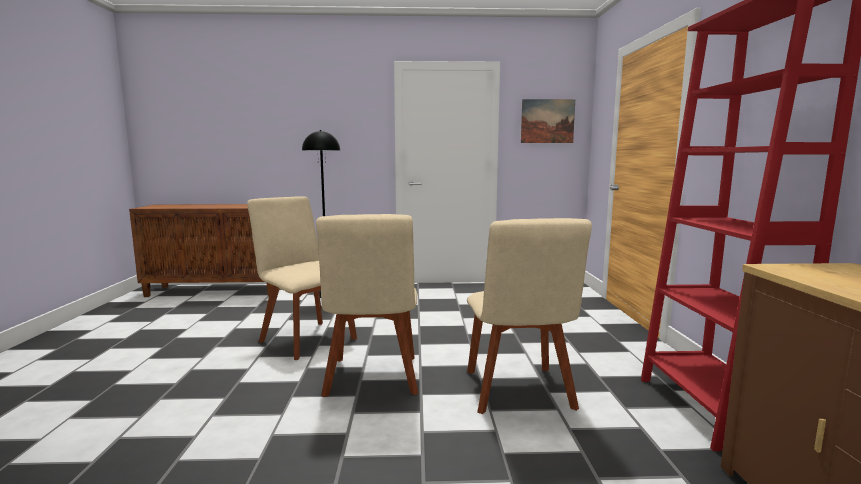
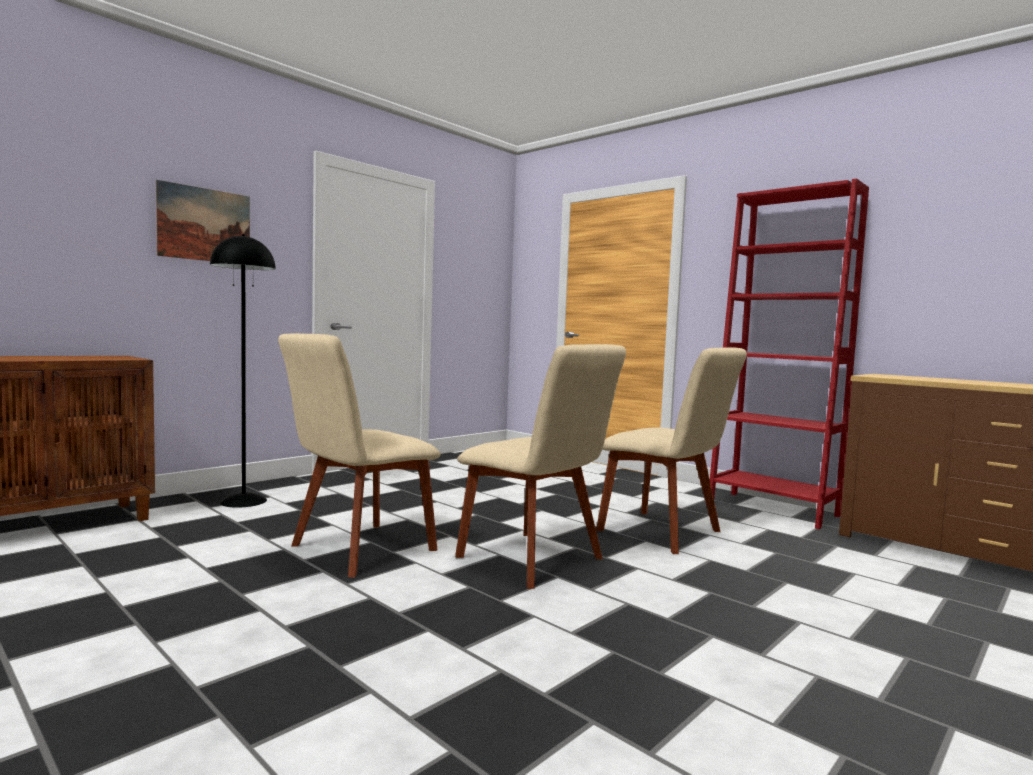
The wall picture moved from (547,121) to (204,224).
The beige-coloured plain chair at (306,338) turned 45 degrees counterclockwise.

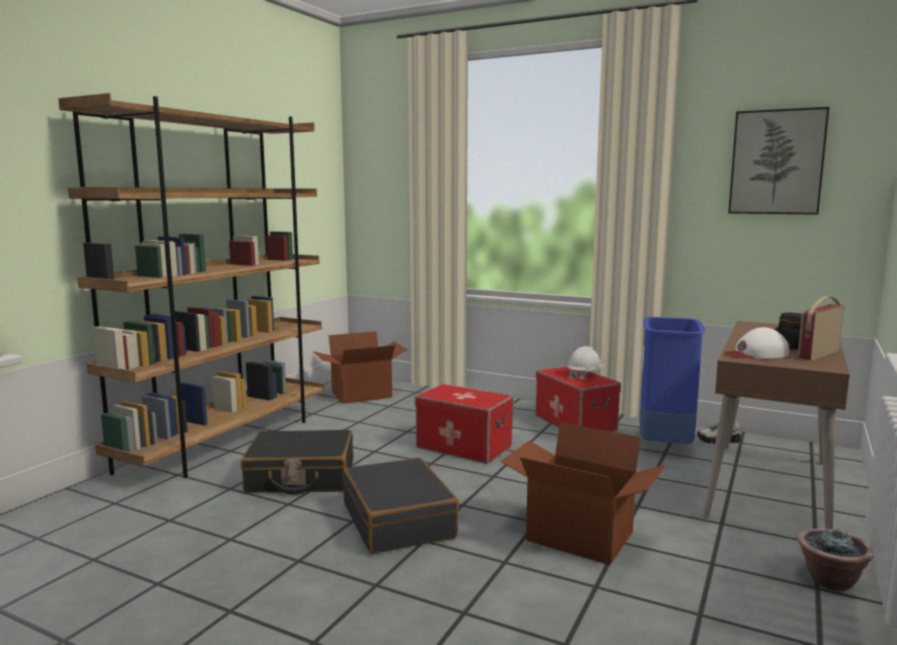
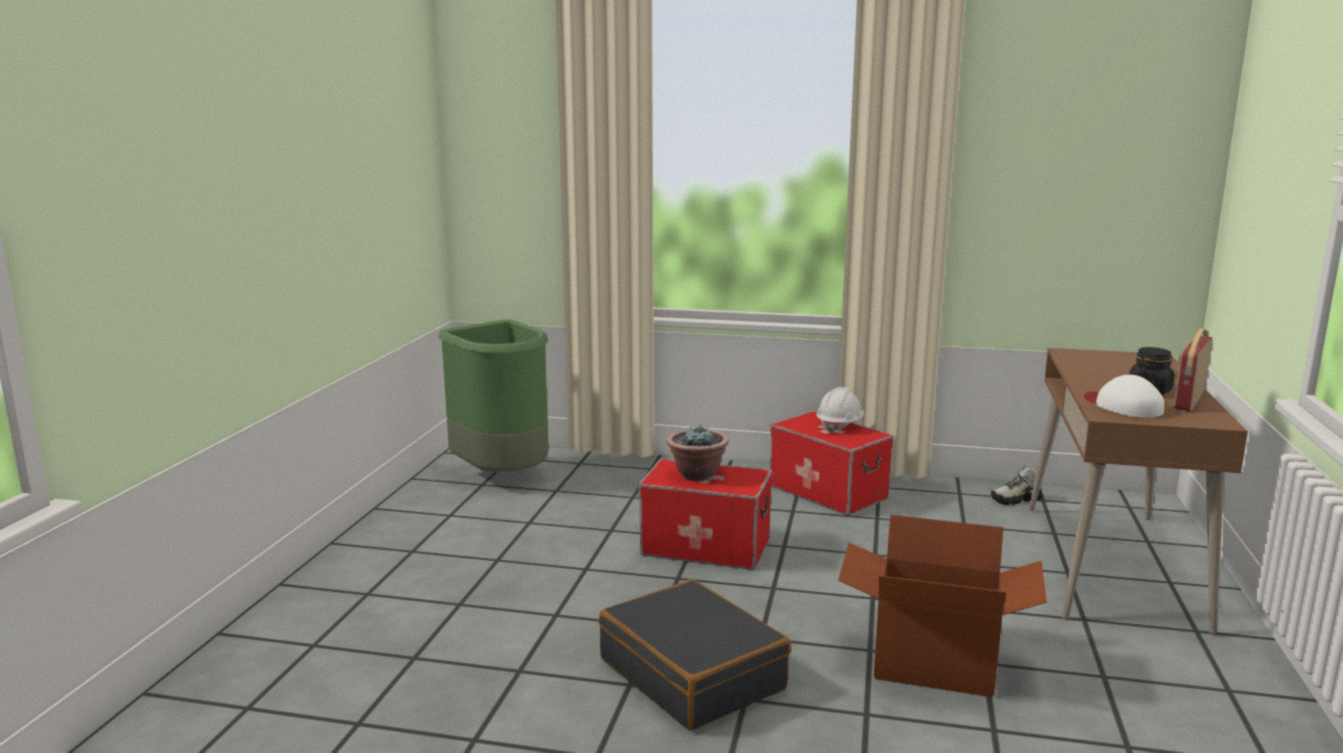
The brown-coloured bookcase at (227,441) disappeared.
The wall picture at (776,162) disappeared.
The bluish waste bin at (665,446) disappeared.
The whitish baseball cap at (756,354) turned 90 degrees clockwise.
The cardboard box at (361,395) was replaced by the greenish waste bin at (503,476).
The blackish piece of luggage at (301,477) disappeared.
The houseplant moved from (830,581) to (697,475).

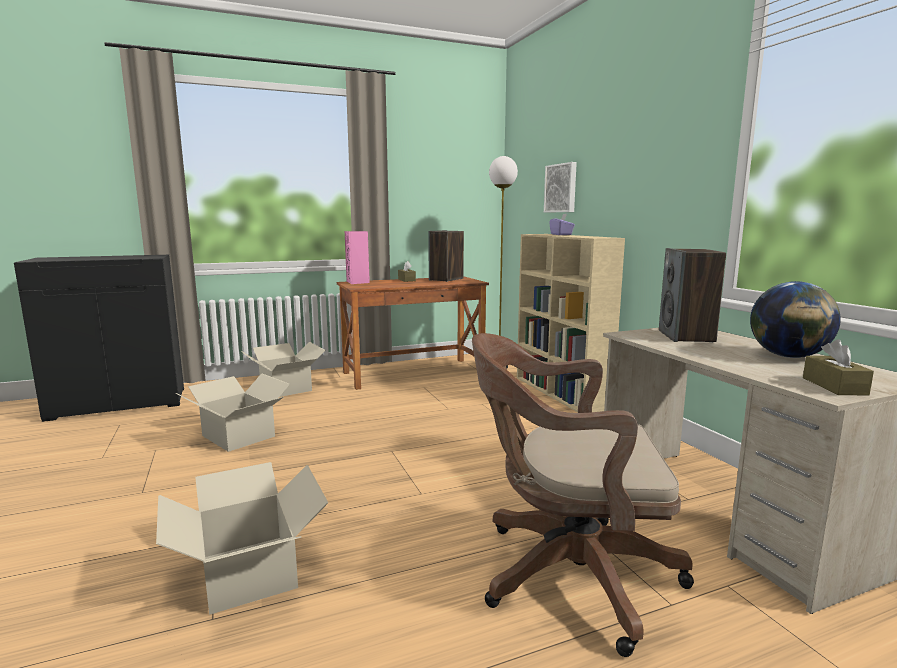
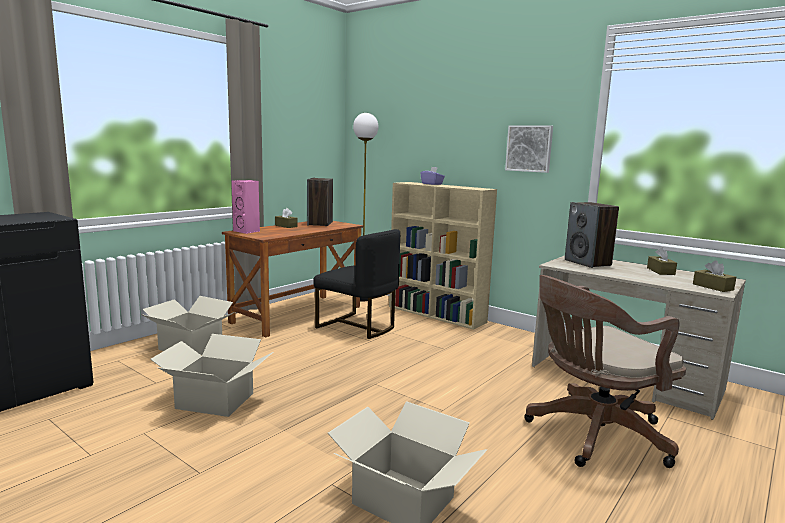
The wall picture moved from (561,188) to (529,148).
The world globe at (788,356) was replaced by the brown-coloured tissue holder at (660,271).
The blackish plain chair at (358,326) appeared.

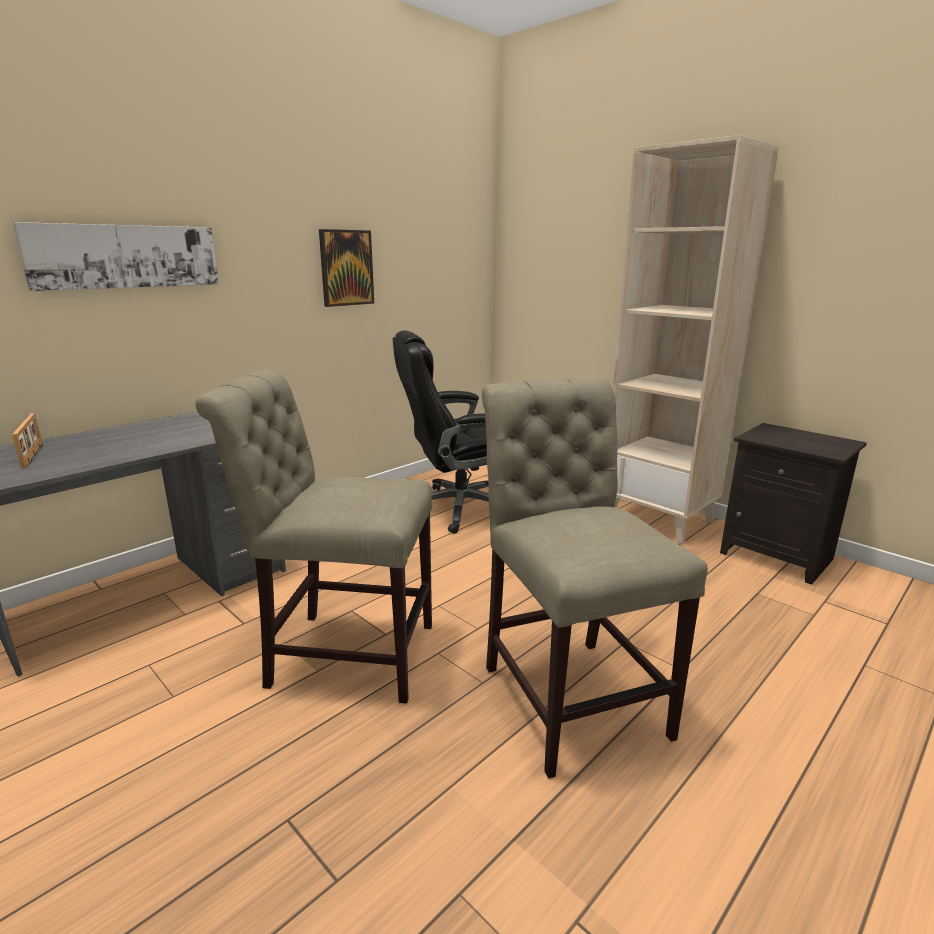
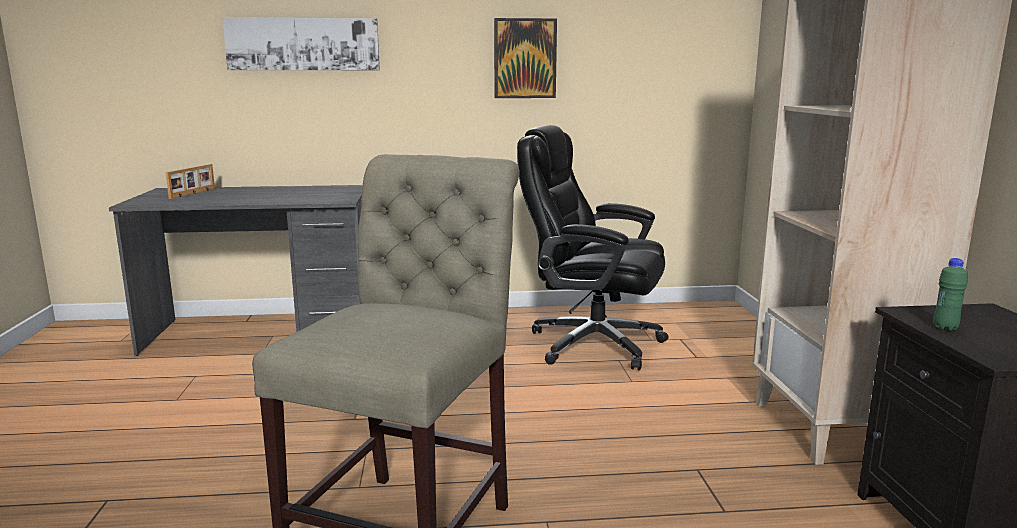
The beige-coloured plain chair at (343,653) disappeared.
The greenish beverage bottle at (945,328) appeared.

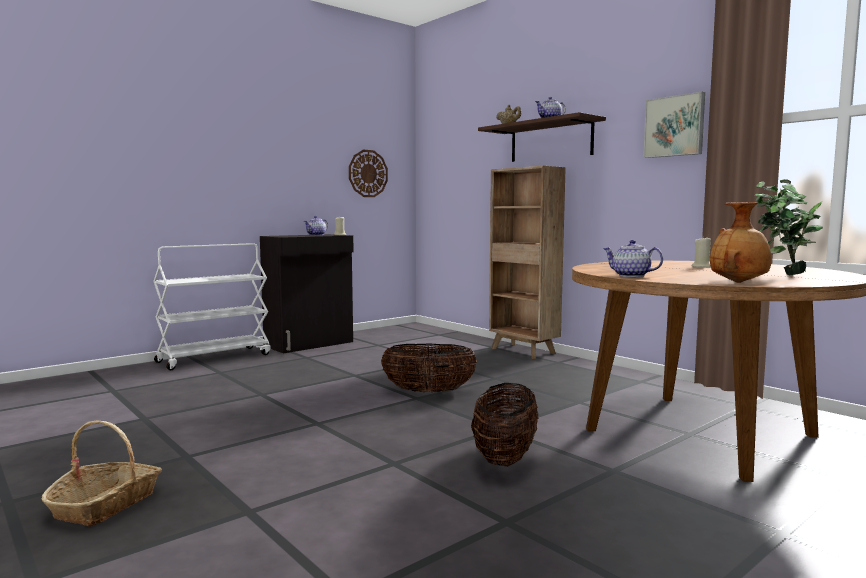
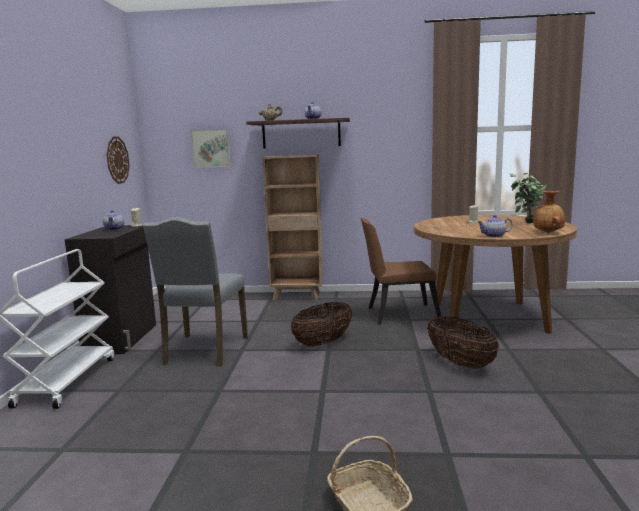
The wall picture moved from (674,126) to (211,148).
The greyish plain chair at (204,351) appeared.
The brown-coloured plain chair at (397,314) appeared.

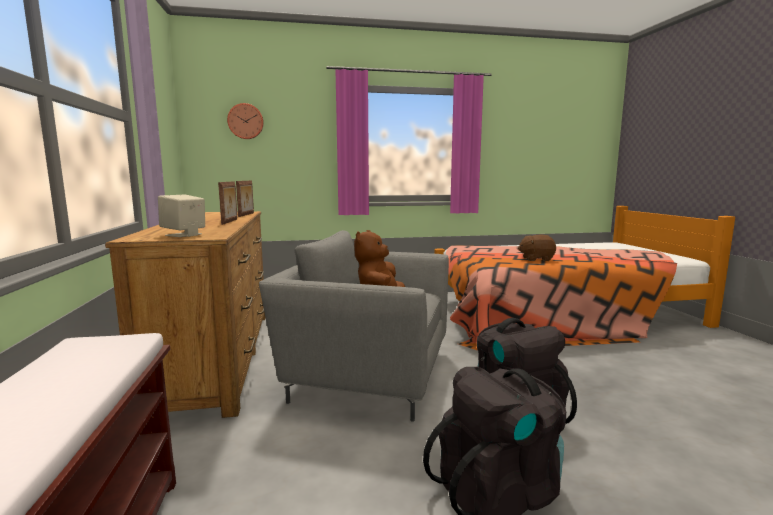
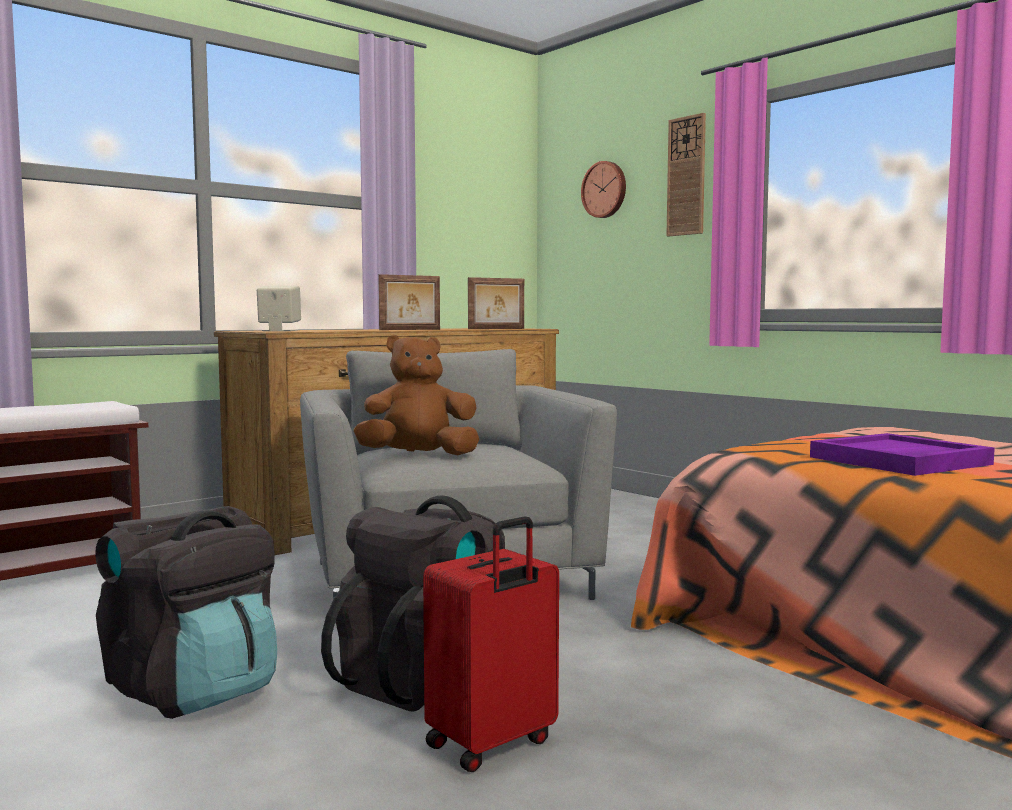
The brown-coloured cuddly toy at (536,259) was replaced by the purple serving tray at (899,461).
The wall clock at (686,176) appeared.
The red piece of luggage at (492,744) appeared.

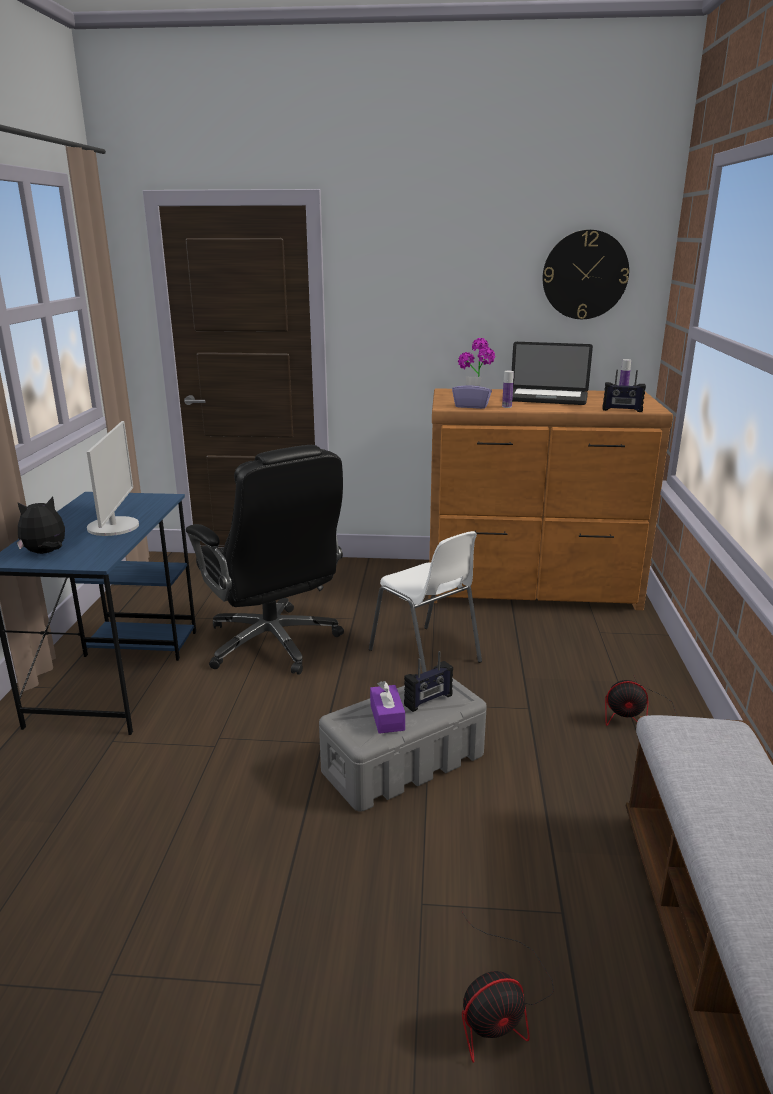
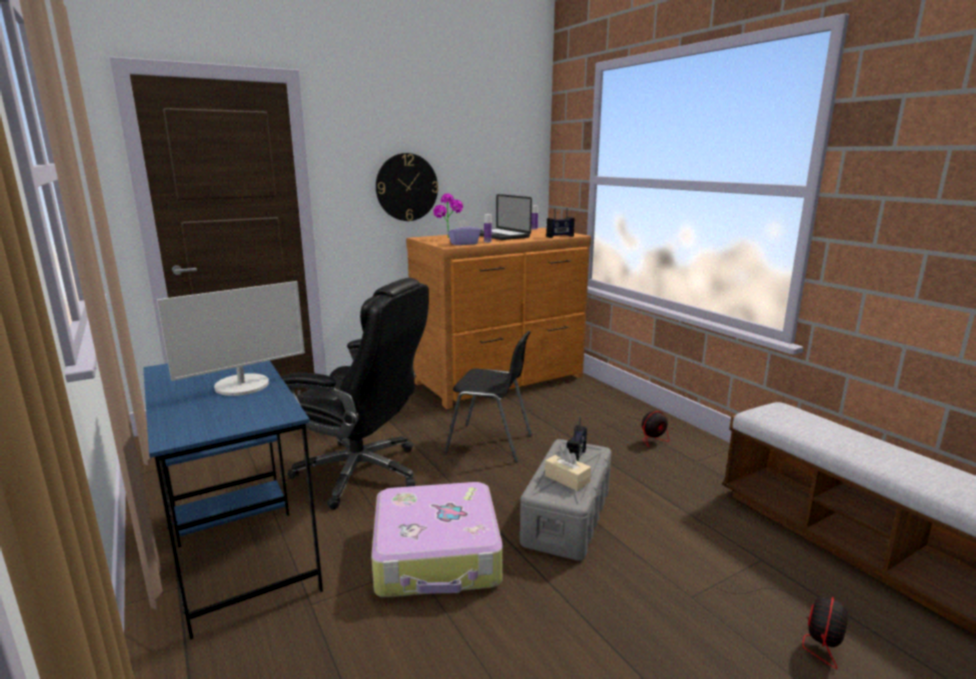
The wall clock moved from (585,275) to (406,187).
The notebook computer at (546,398) turned 75 degrees clockwise.
The computer screen at (114,527) turned 90 degrees clockwise.
The cuddly toy at (46,553) disappeared.
The whitish plain chair at (425,656) became the blackish plain chair at (490,443).
The purple tissue holder at (387,717) became the beige-coloured tissue holder at (567,479).
The piece of luggage at (438,555) appeared.

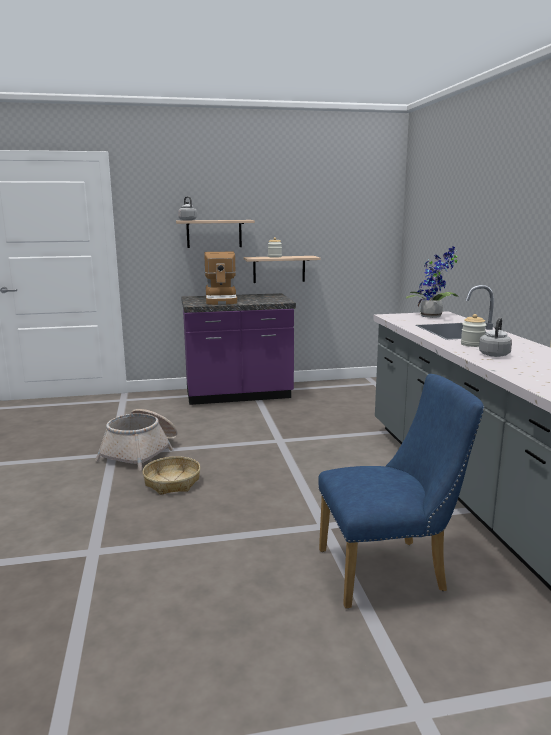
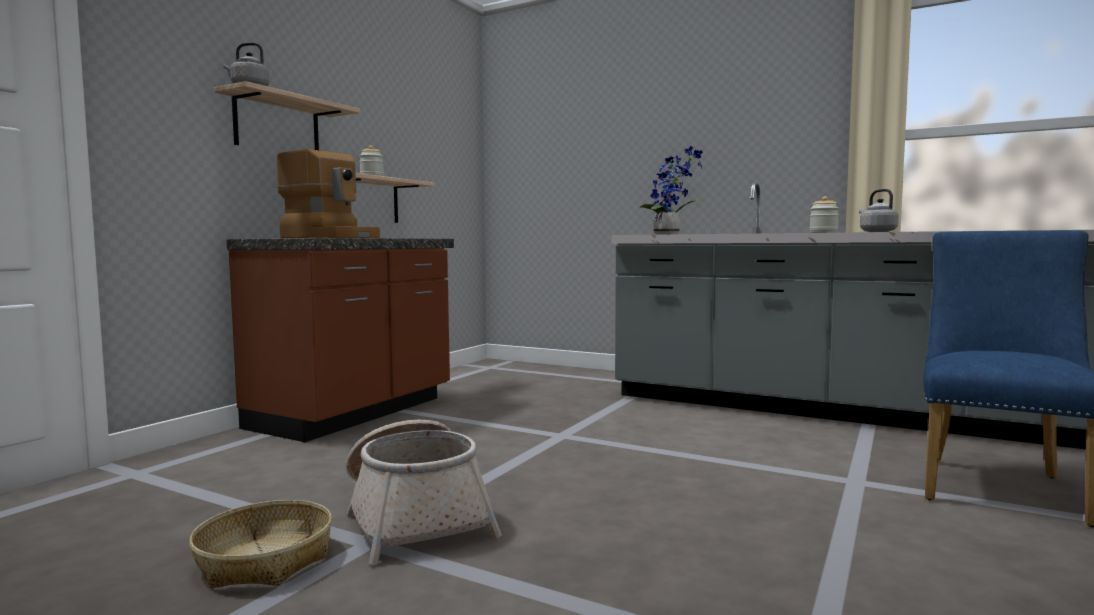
The purple kitchen counter at (238,395) became the brown-coloured kitchen counter at (355,413).
The basket moved from (172,482) to (264,560).

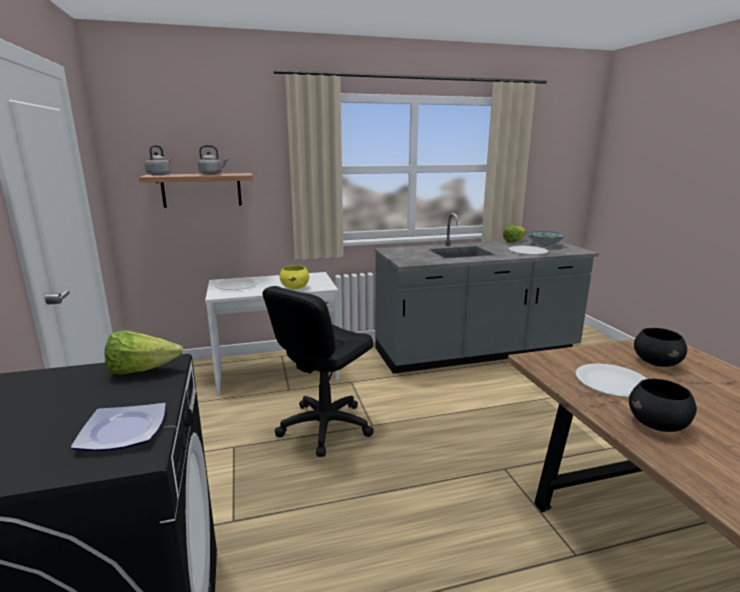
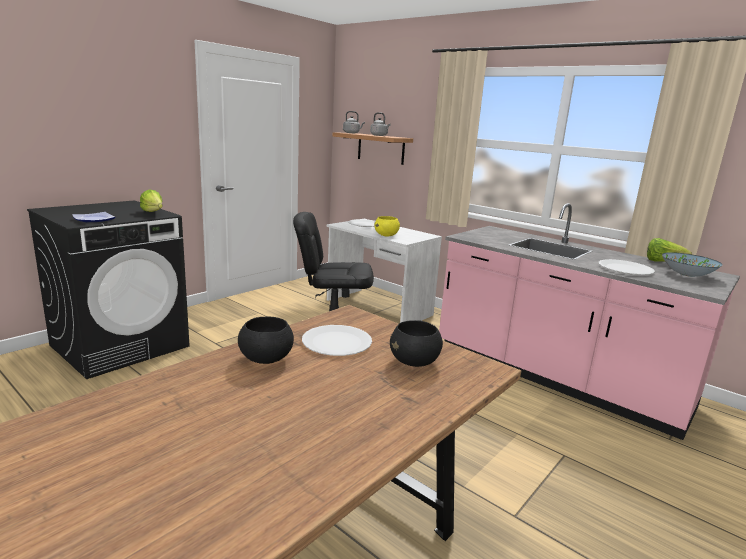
The greyish kitchen counter at (476,352) became the pink-coloured kitchen counter at (556,377).

